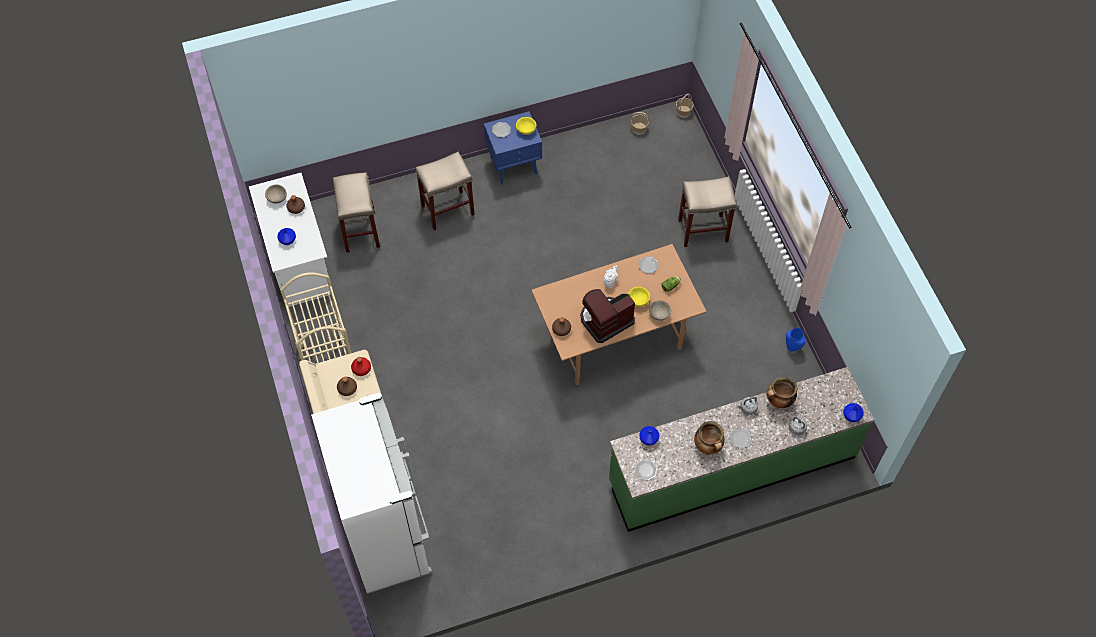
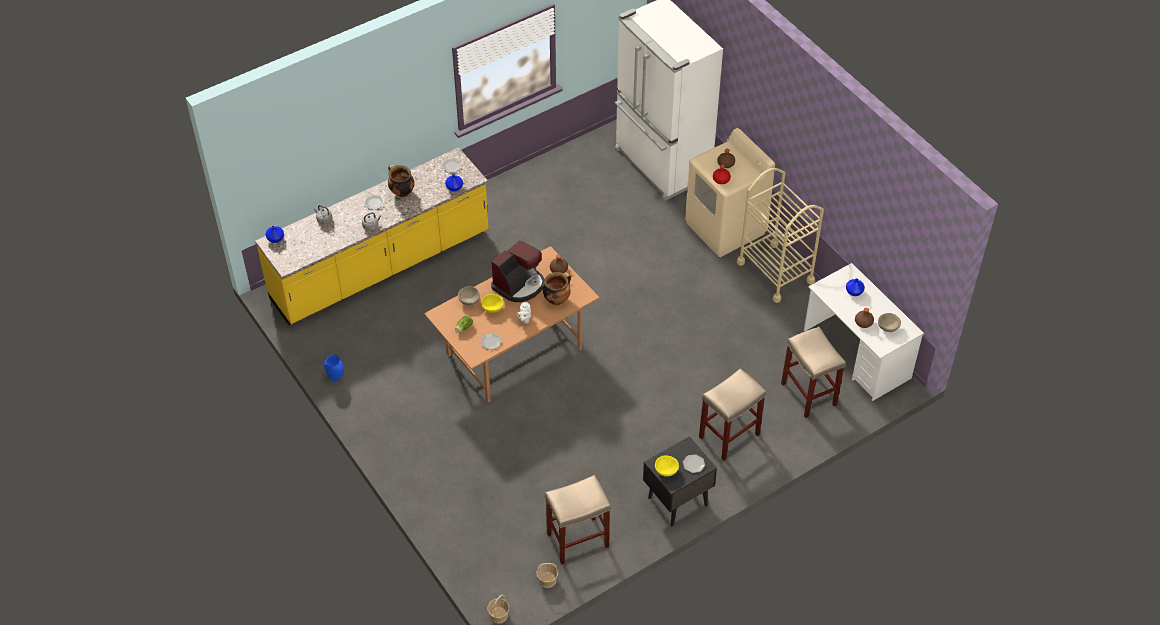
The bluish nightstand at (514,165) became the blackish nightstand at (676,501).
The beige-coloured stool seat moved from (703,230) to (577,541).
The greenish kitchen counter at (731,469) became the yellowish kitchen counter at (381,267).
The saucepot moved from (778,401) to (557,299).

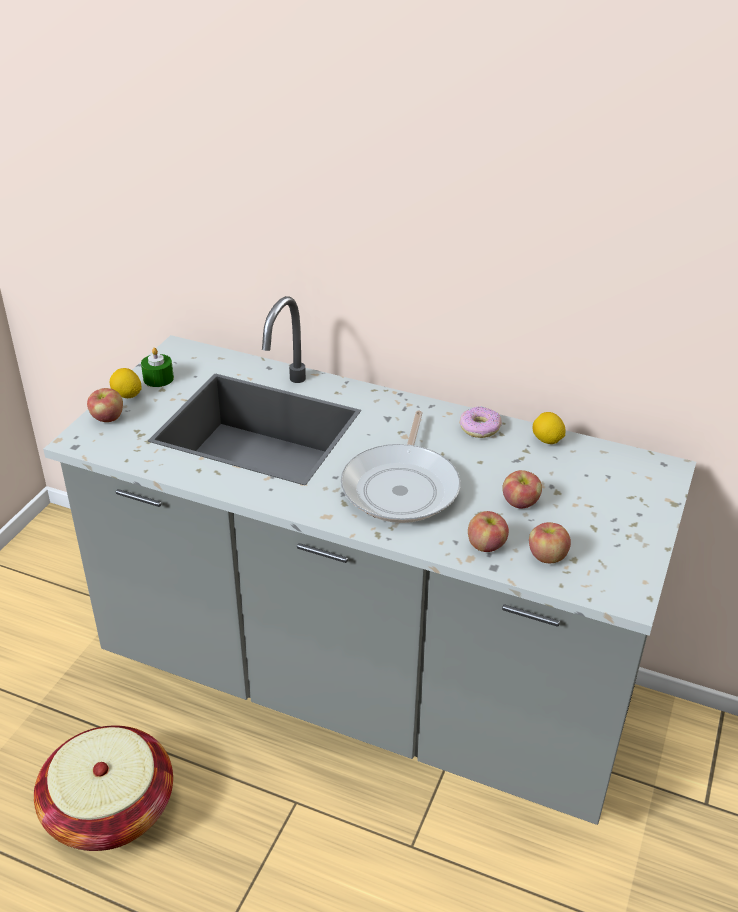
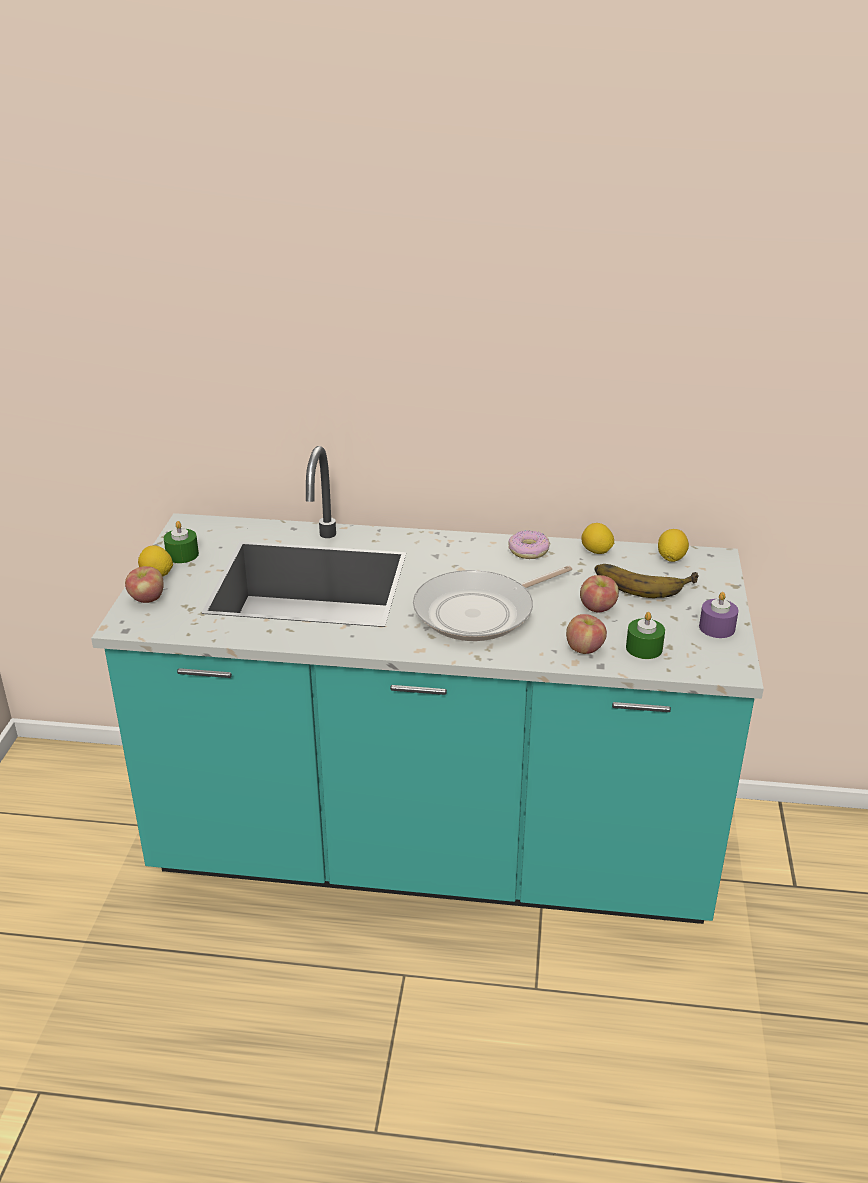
The greyish kitchen counter at (365,687) became the turquoise-coloured kitchen counter at (434,851).
The frying pan at (402,486) turned 60 degrees clockwise.
The whole apple at (546,556) was replaced by the greenish wax light at (644,648).
The basket at (110,809) disappeared.
The citrus fruit at (671,558) appeared.
The whole banana at (643,581) appeared.
The purple wax light at (717,628) appeared.

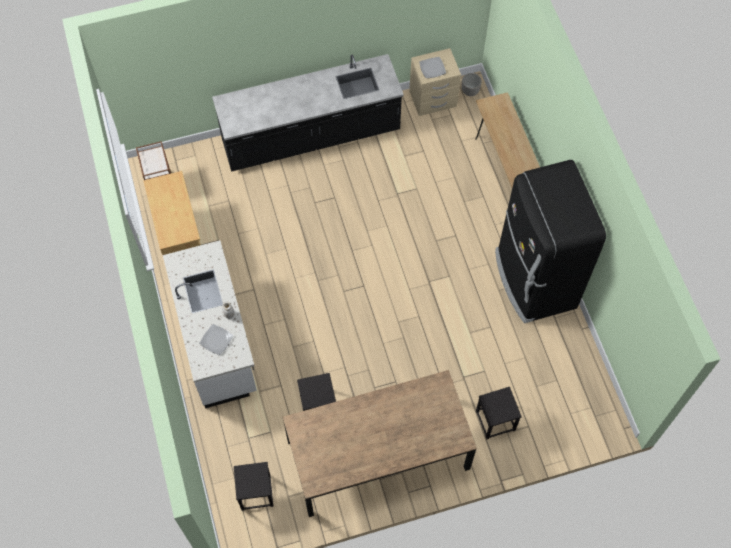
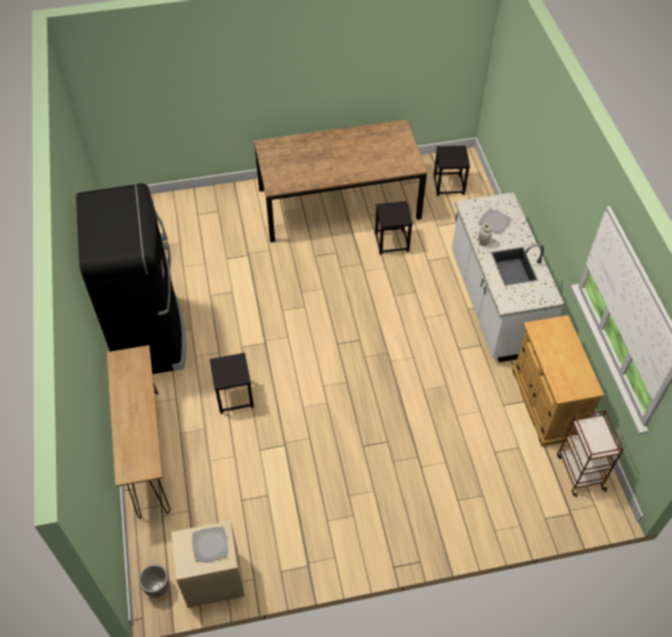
The blackish kitchen counter at (311,137) disappeared.
The blackish stool seat moved from (495,420) to (234,396).

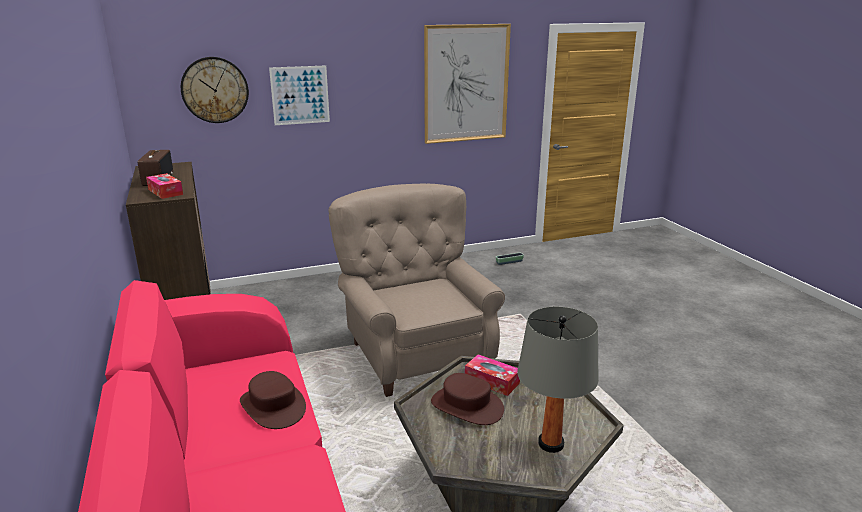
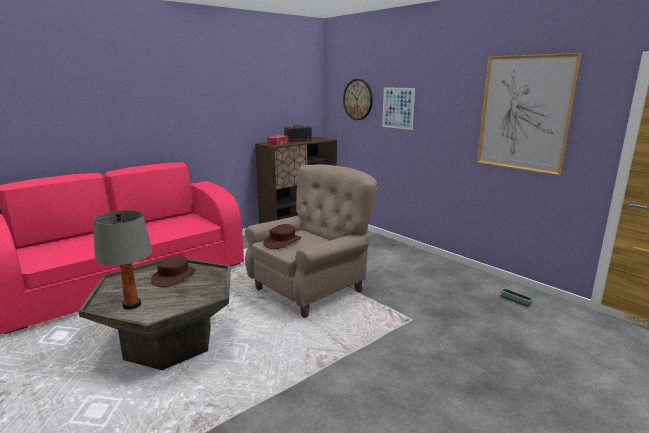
The tissue holder at (492,381) disappeared.
The brown-coloured hat moved from (273,406) to (282,242).

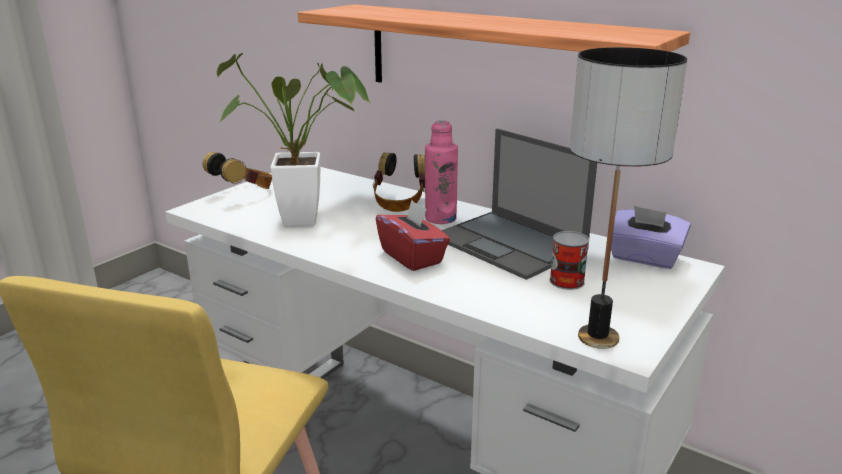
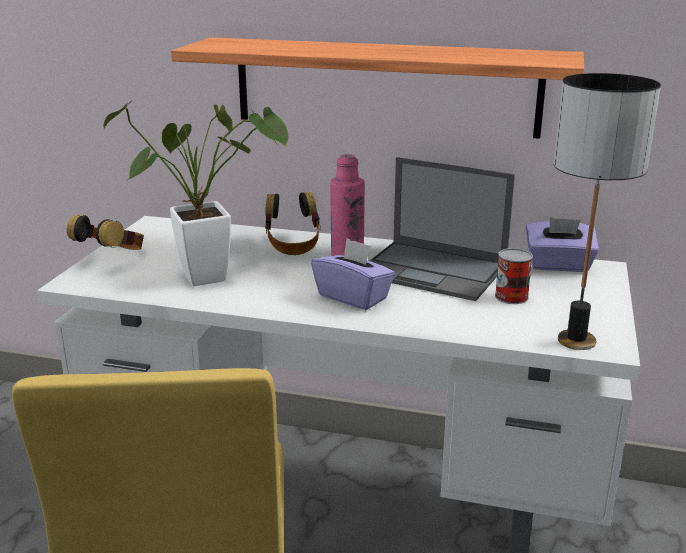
The red tissue holder at (412,257) became the purple tissue holder at (353,297).

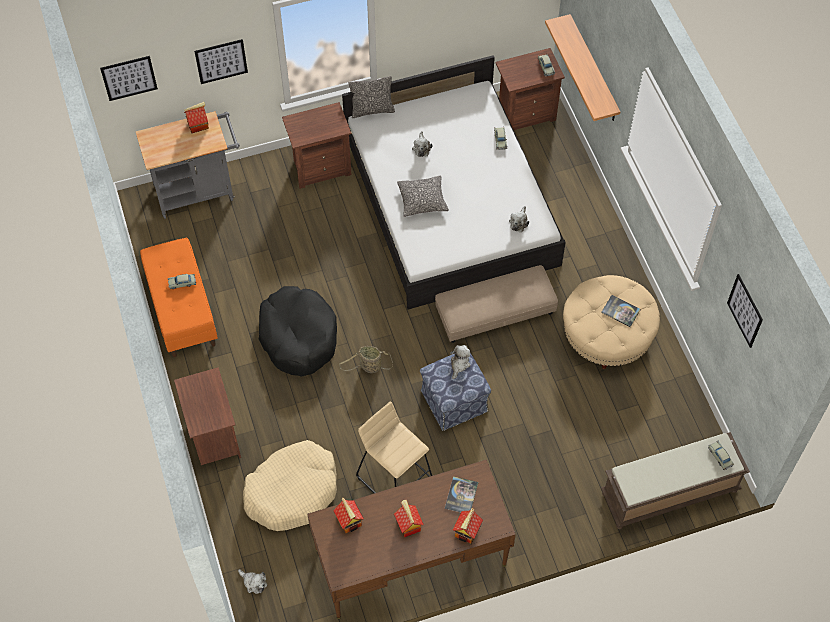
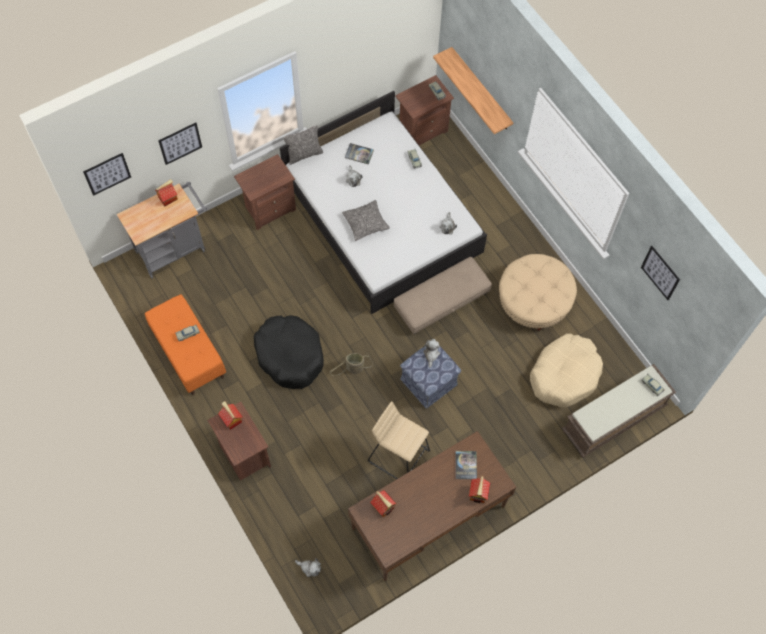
The book moved from (620,311) to (359,154).
The beige-coloured dog bed moved from (292,491) to (564,374).
The toy house moved from (408,525) to (231,419).

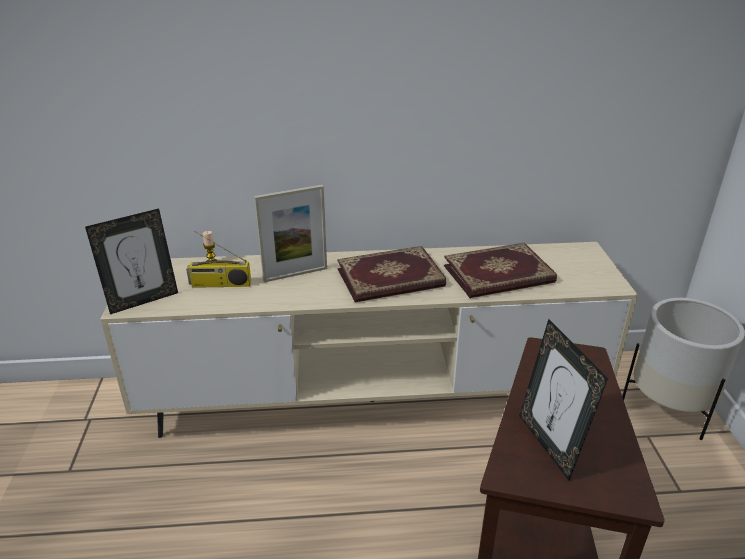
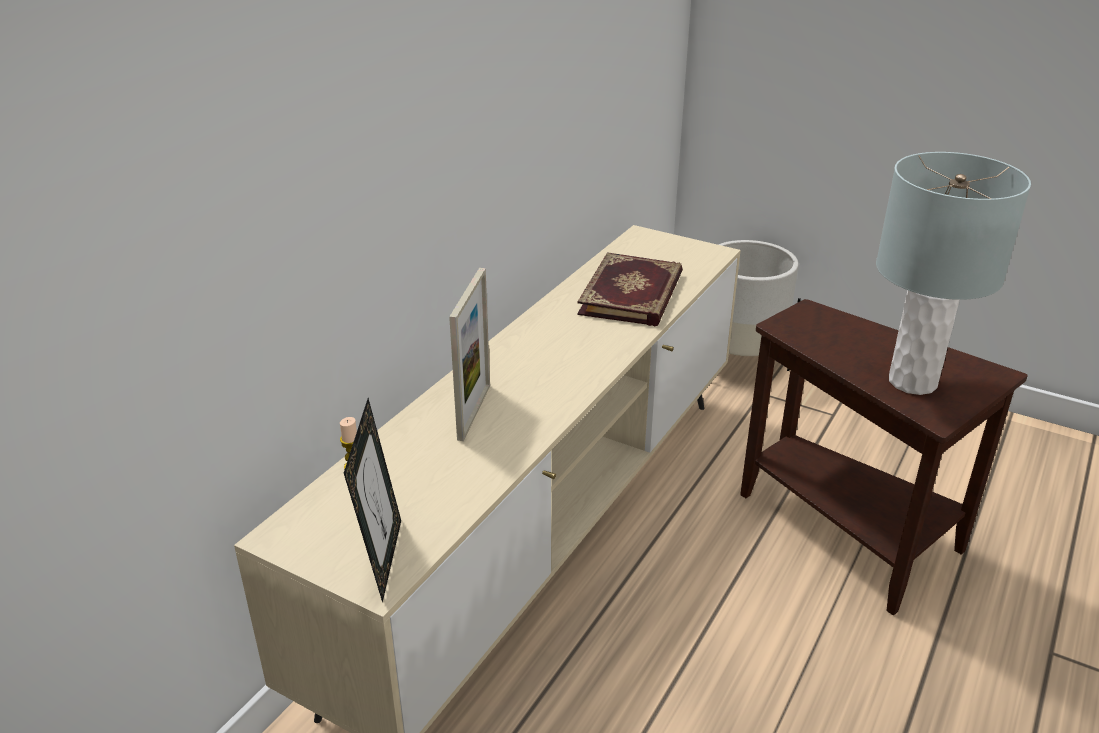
The radio at (220,284) disappeared.
The book at (390,279) disappeared.
The picture frame at (549,444) was replaced by the greyish table lamp at (913,381).

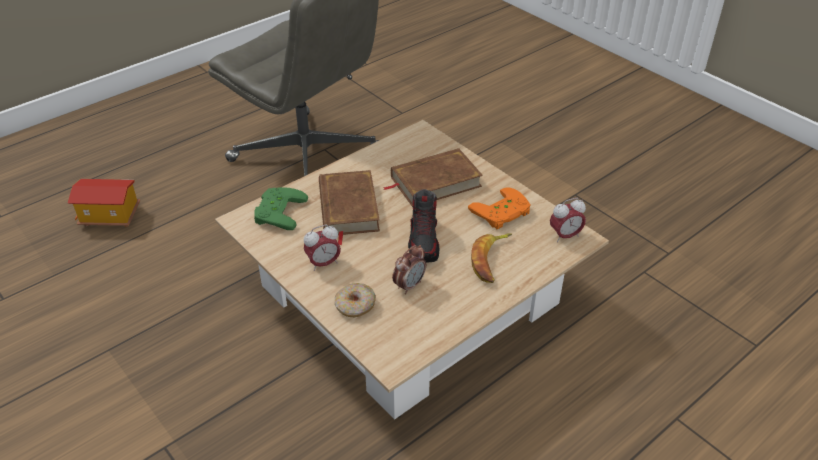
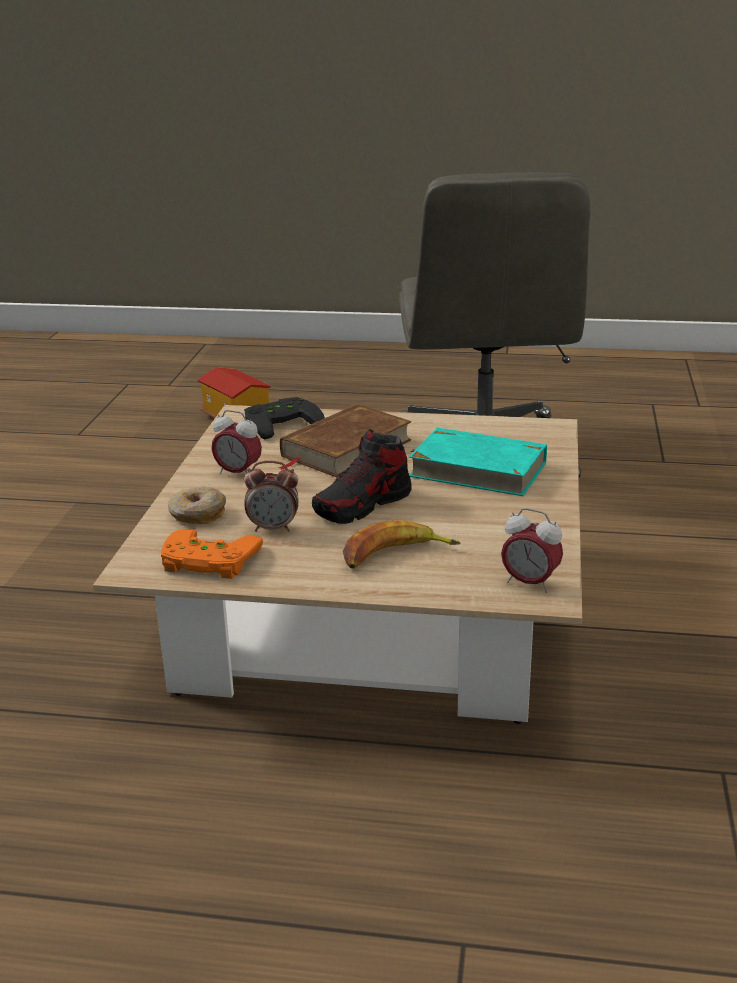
The brown-coloured book at (435,182) became the turquoise-coloured book at (477,469).
The greenish game controller at (277,211) became the blackish game controller at (280,422).
The orange game controller moved from (502,213) to (207,562).

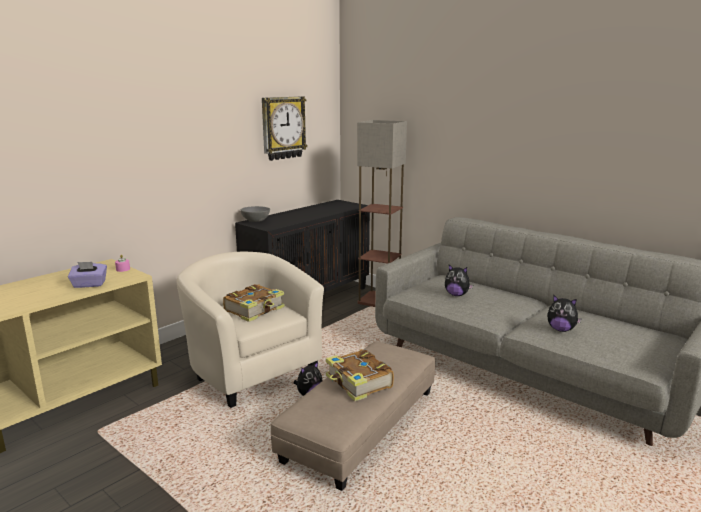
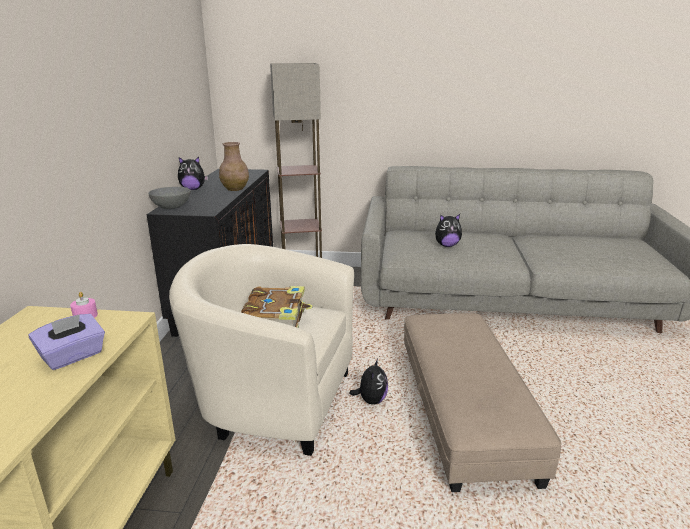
The wall clock at (283,128) disappeared.
The cuddly toy moved from (561,329) to (193,189).
The book at (358,383) disappeared.
The brown-coloured vase at (235,189) appeared.

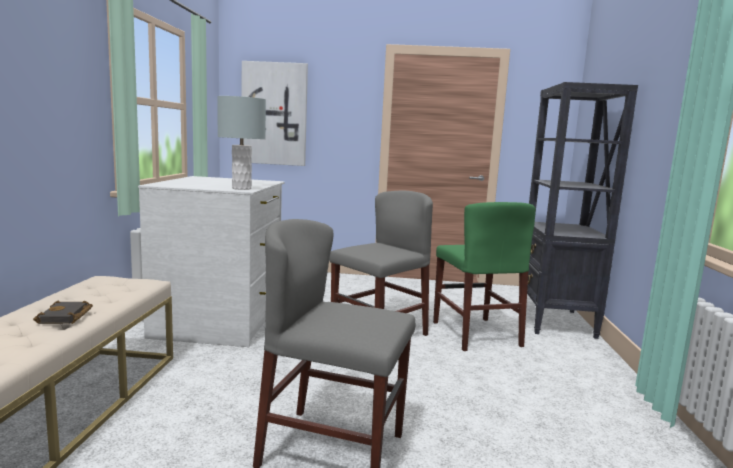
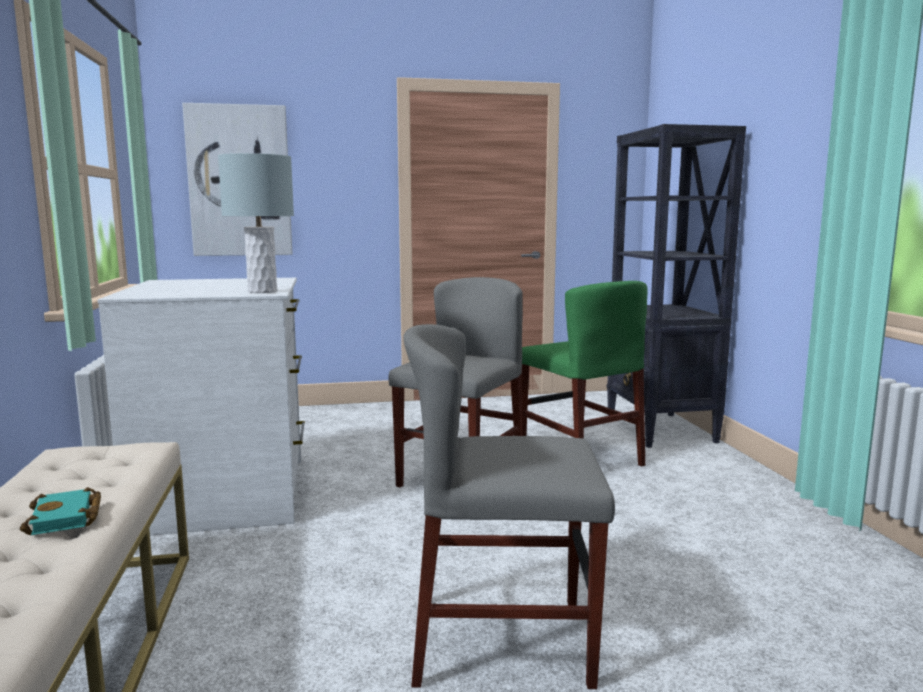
The blackish book at (66,317) became the turquoise-coloured book at (66,518).

